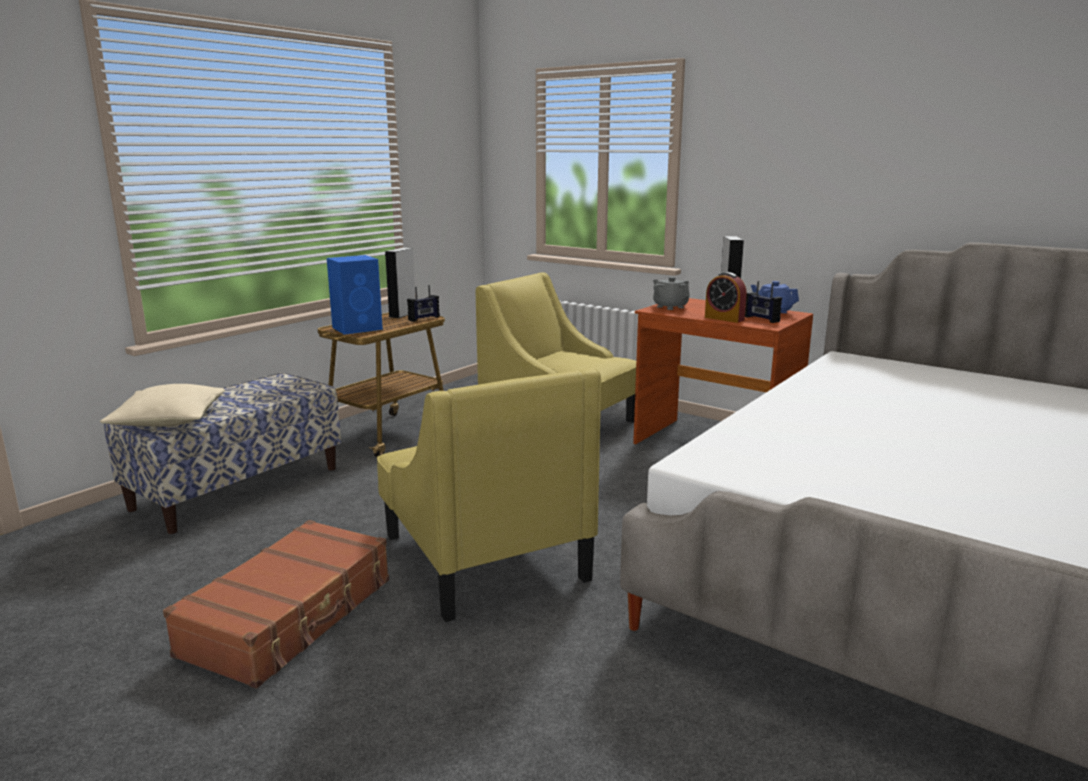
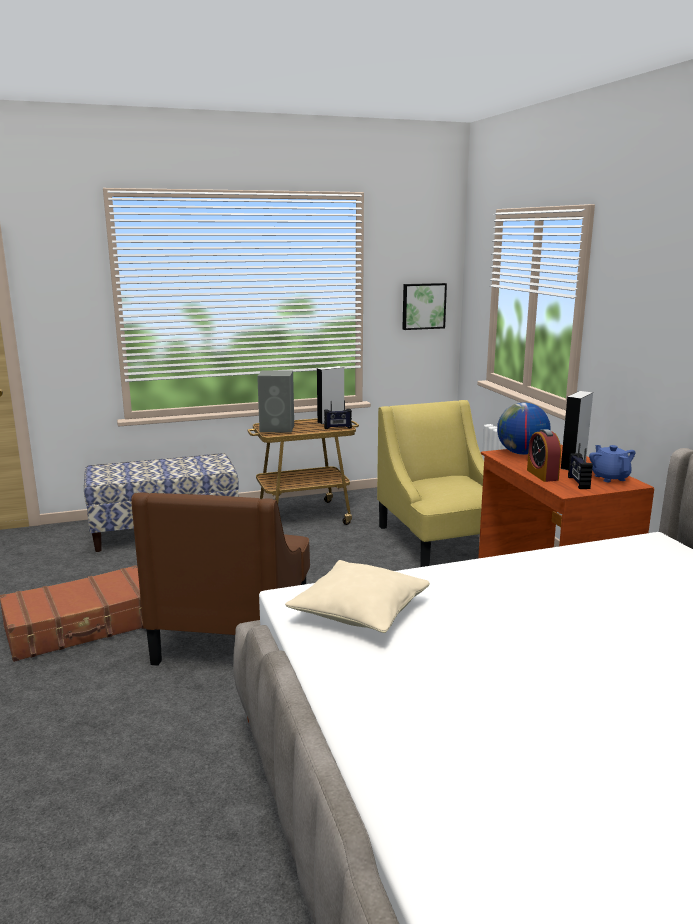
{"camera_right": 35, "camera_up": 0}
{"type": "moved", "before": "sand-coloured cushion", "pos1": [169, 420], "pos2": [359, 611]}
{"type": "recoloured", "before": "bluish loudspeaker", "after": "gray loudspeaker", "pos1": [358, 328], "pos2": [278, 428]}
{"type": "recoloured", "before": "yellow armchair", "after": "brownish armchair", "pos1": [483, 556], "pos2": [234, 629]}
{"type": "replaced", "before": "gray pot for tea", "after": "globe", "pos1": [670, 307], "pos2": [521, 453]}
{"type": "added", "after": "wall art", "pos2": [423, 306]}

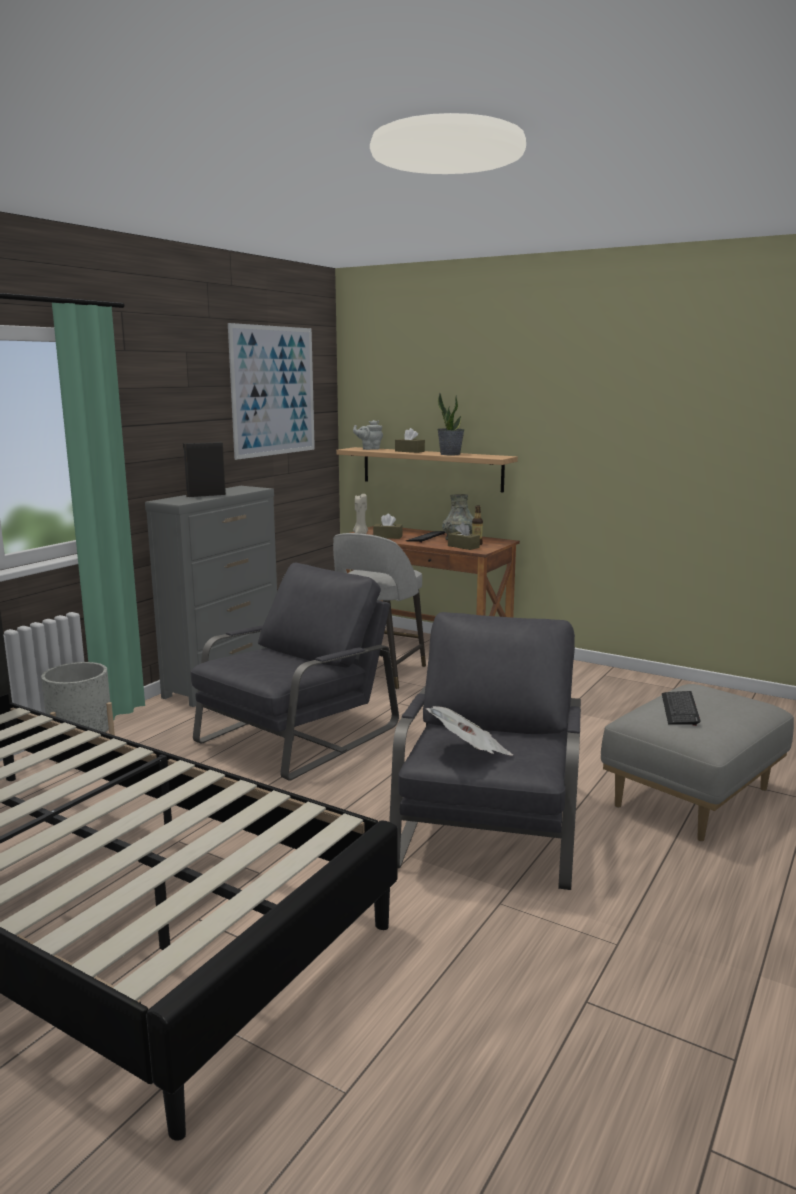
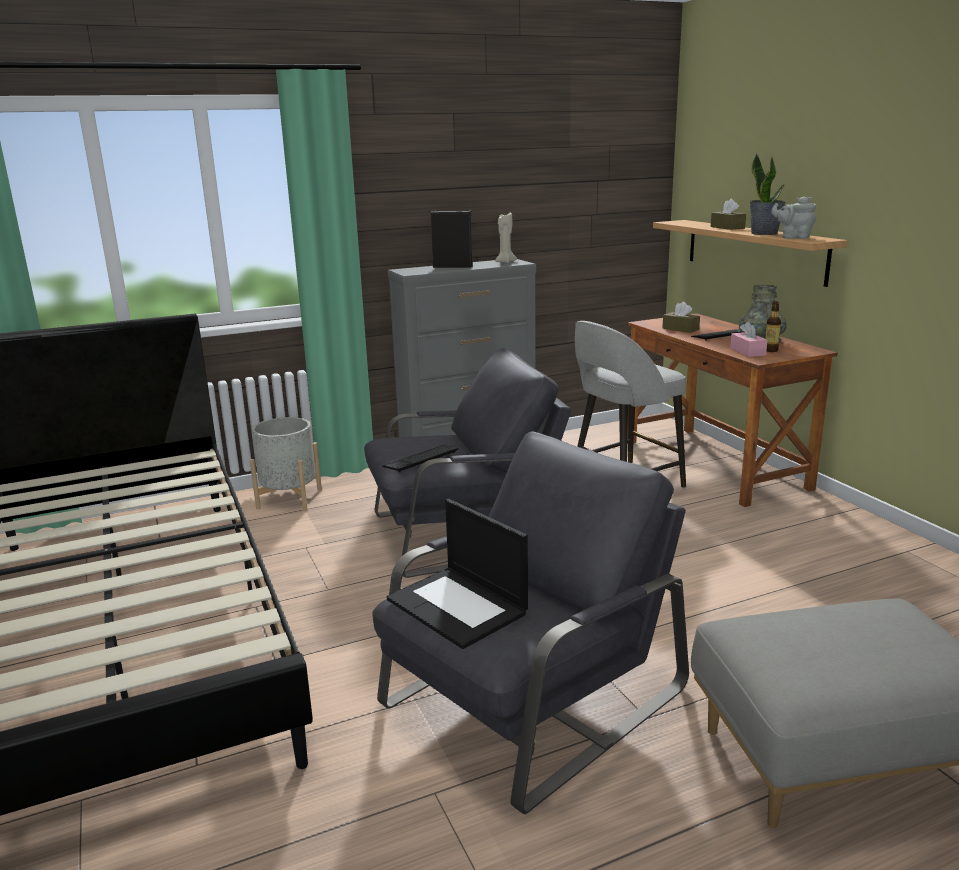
{"camera_right": 35, "camera_up": 5}
{"type": "removed", "before": "wall art", "pos1": [273, 391]}
{"type": "moved", "before": "gray pot for tea", "pos1": [369, 449], "pos2": [793, 237]}
{"type": "moved", "before": "sand-coloured wax light", "pos1": [360, 533], "pos2": [505, 262]}
{"type": "replaced", "before": "printed paper", "after": "notebook computer", "pos1": [469, 752], "pos2": [458, 606]}
{"type": "recoloured", "before": "brownish tissue holder", "after": "pinkish tissue holder", "pos1": [463, 546], "pos2": [747, 352]}
{"type": "moved", "before": "PC keyboard", "pos1": [680, 709], "pos2": [421, 459]}

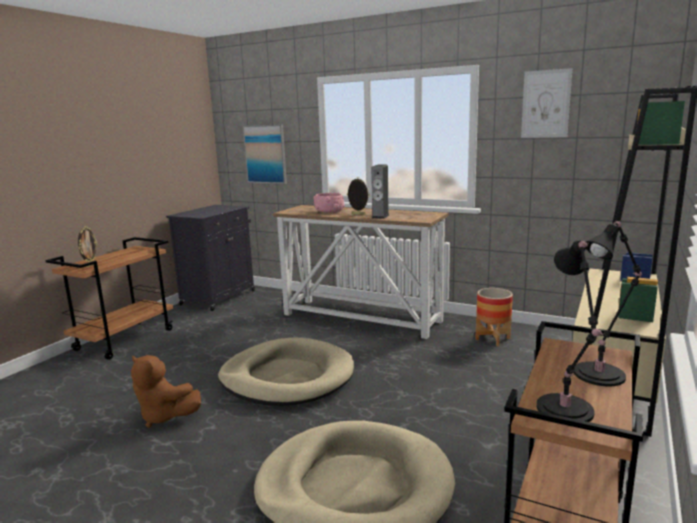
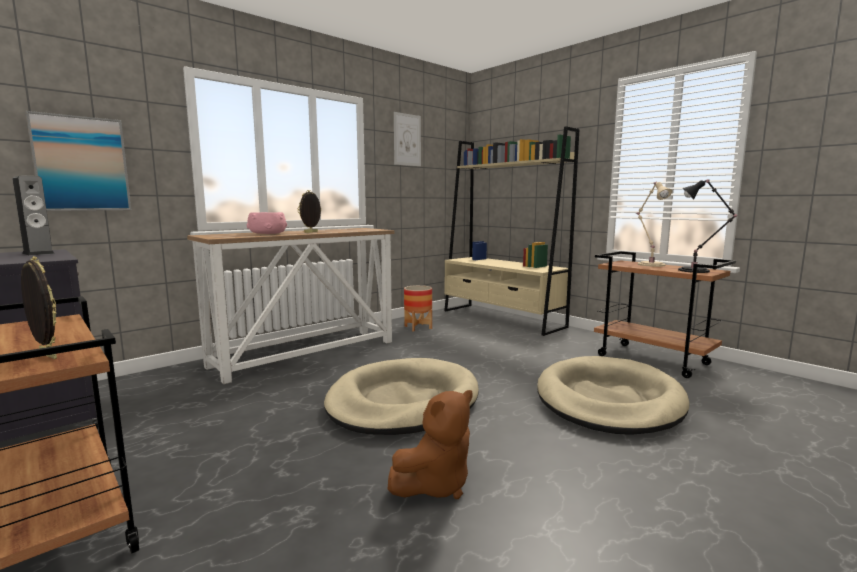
{"camera_right": -70, "camera_up": -5}
{"type": "moved", "before": "loudspeaker", "pos1": [380, 216], "pos2": [38, 253]}
{"type": "recoloured", "before": "black-coloured table lamp", "after": "sand-coloured table lamp", "pos1": [602, 373], "pos2": [650, 264]}

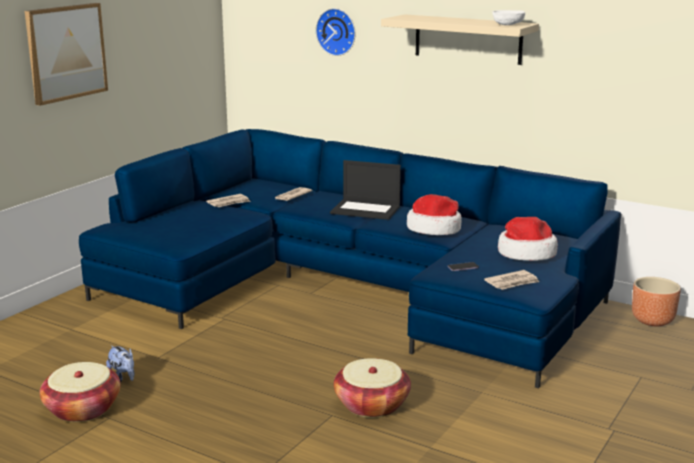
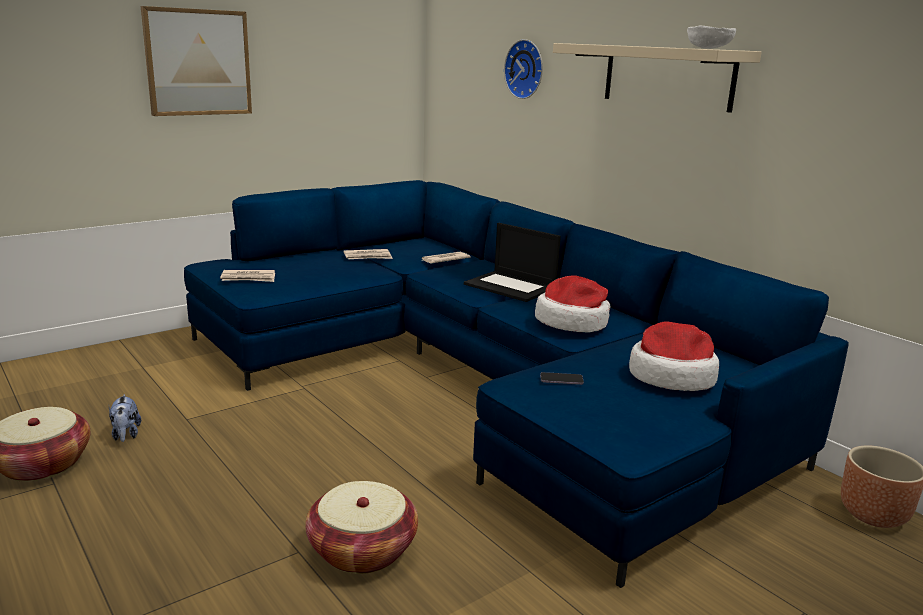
{"camera_right": 20, "camera_up": 0}
{"type": "moved", "before": "printed paper", "pos1": [512, 282], "pos2": [249, 278]}

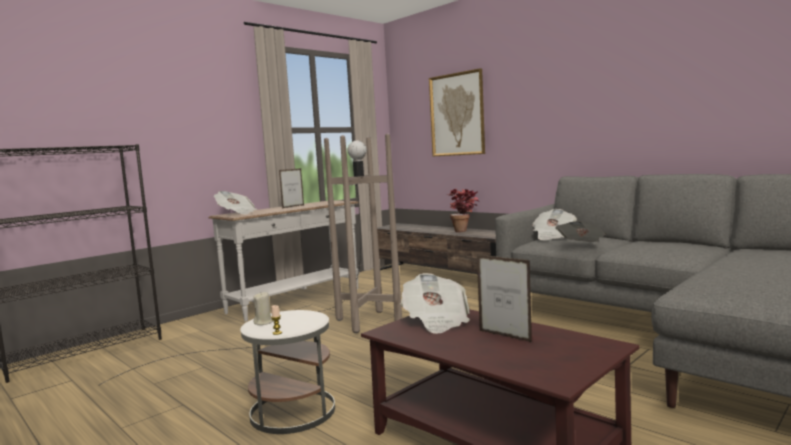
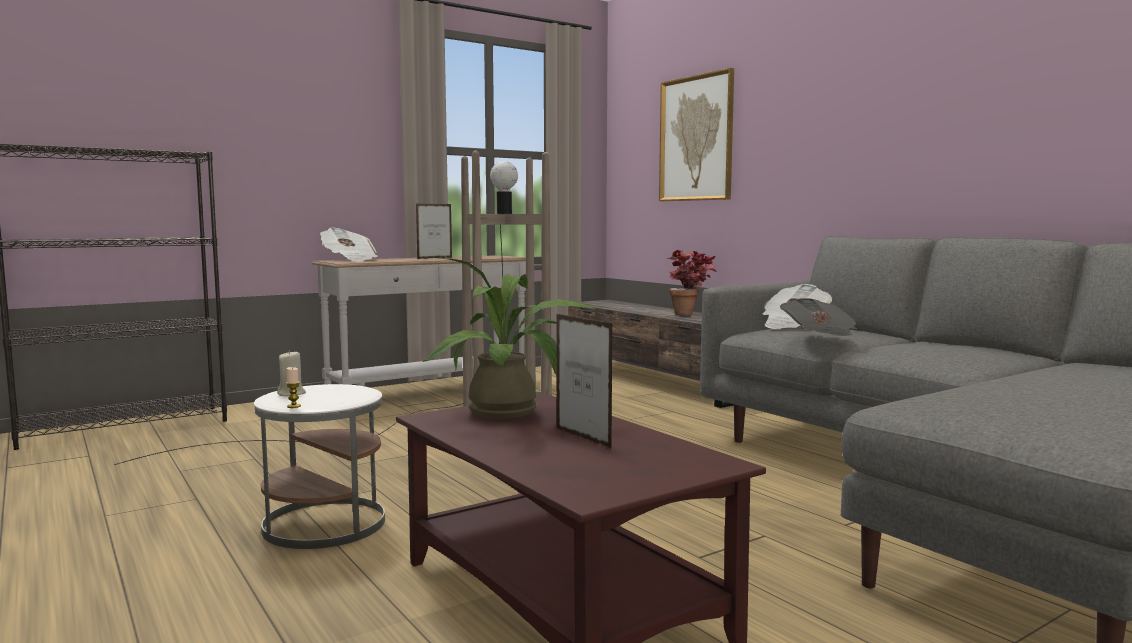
{"camera_right": 10, "camera_up": 0}
{"type": "replaced", "before": "printed paper", "after": "plant in a pot", "pos1": [436, 321], "pos2": [511, 412]}

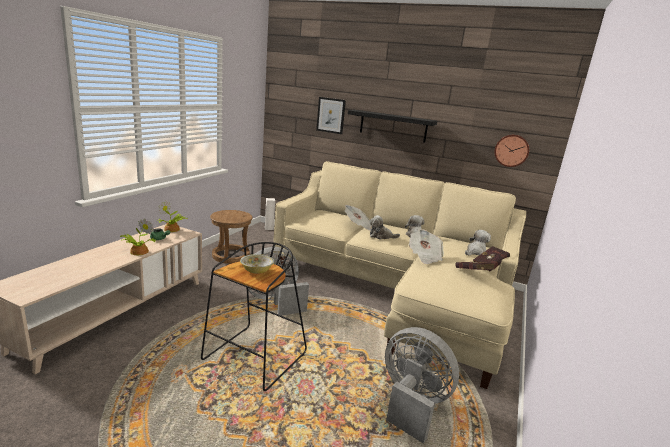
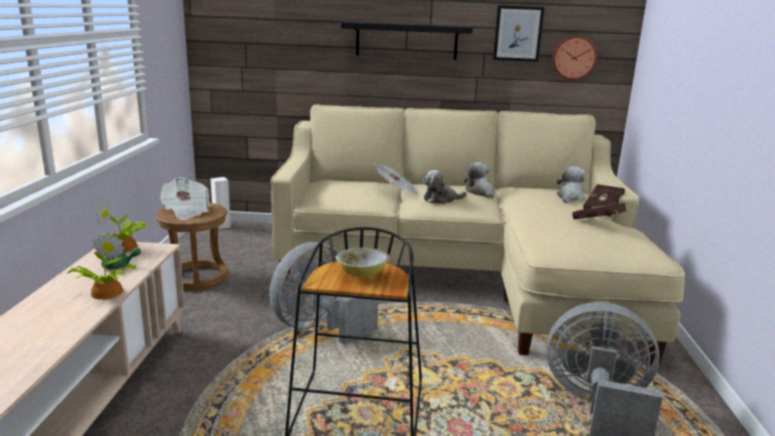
{"camera_right": -20, "camera_up": 0}
{"type": "moved", "before": "wall art", "pos1": [331, 115], "pos2": [518, 33]}
{"type": "moved", "before": "printed paper", "pos1": [424, 256], "pos2": [186, 211]}

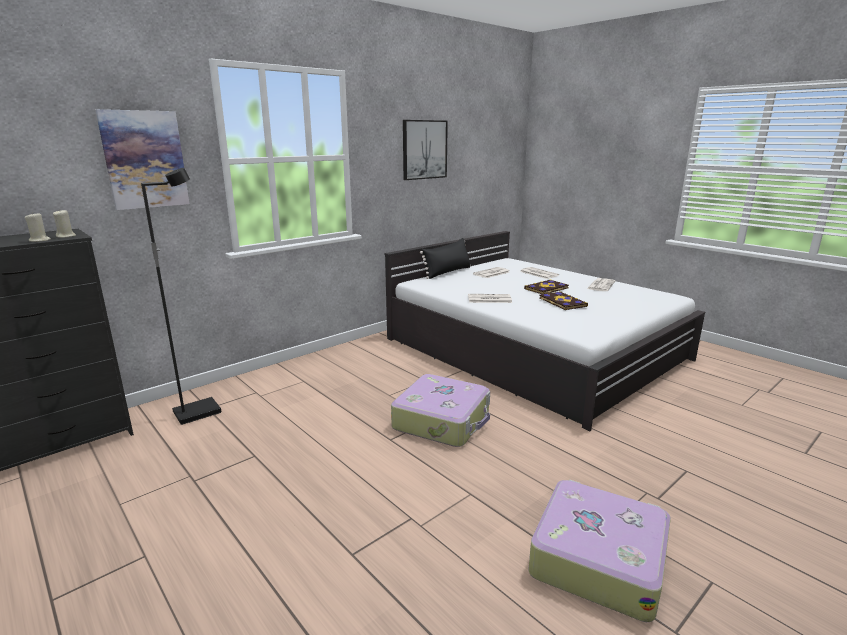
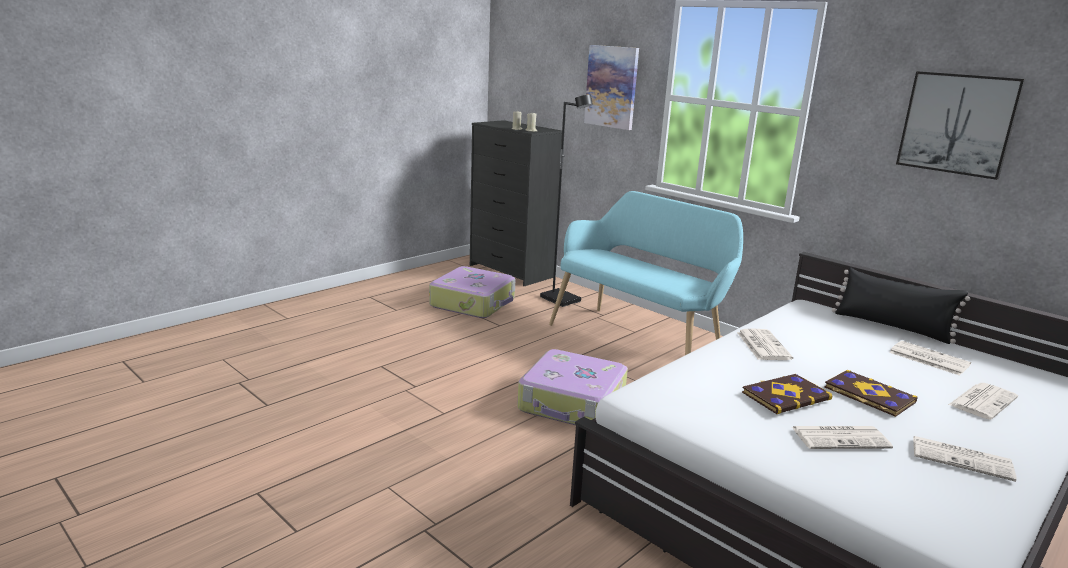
{"camera_right": 85, "camera_up": 0}
{"type": "moved", "before": "travel case", "pos1": [597, 558], "pos2": [474, 303]}
{"type": "added", "after": "turquoise-coloured long seat", "pos2": [640, 339]}
{"type": "added", "after": "printed paper", "pos2": [841, 438]}

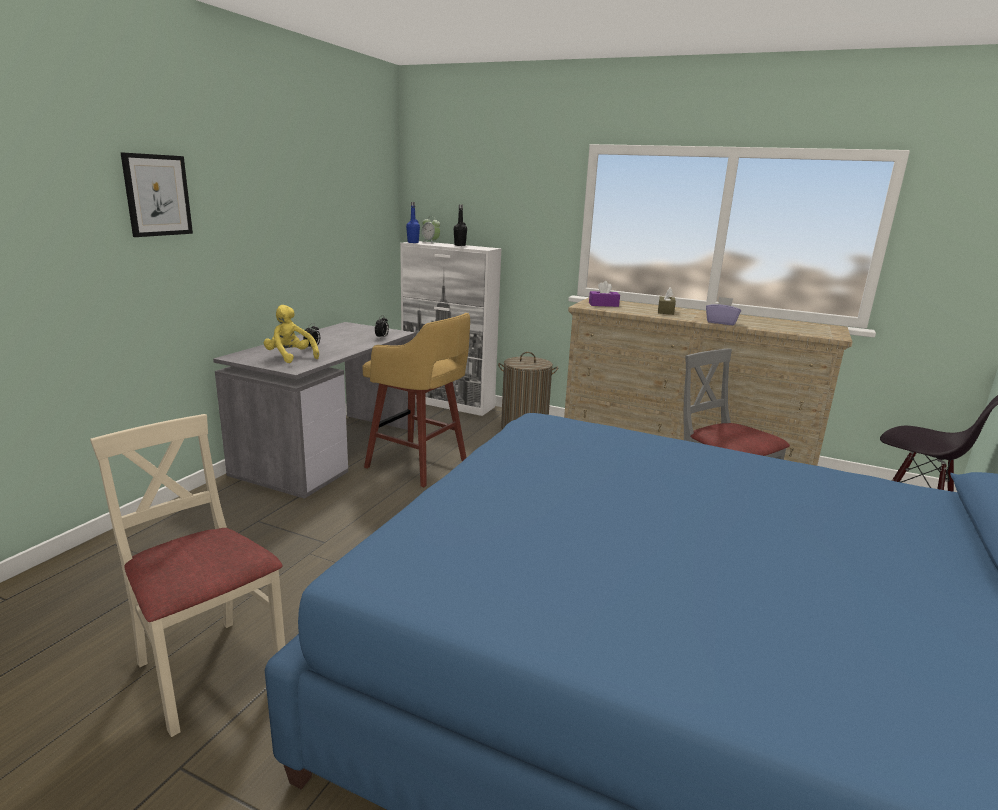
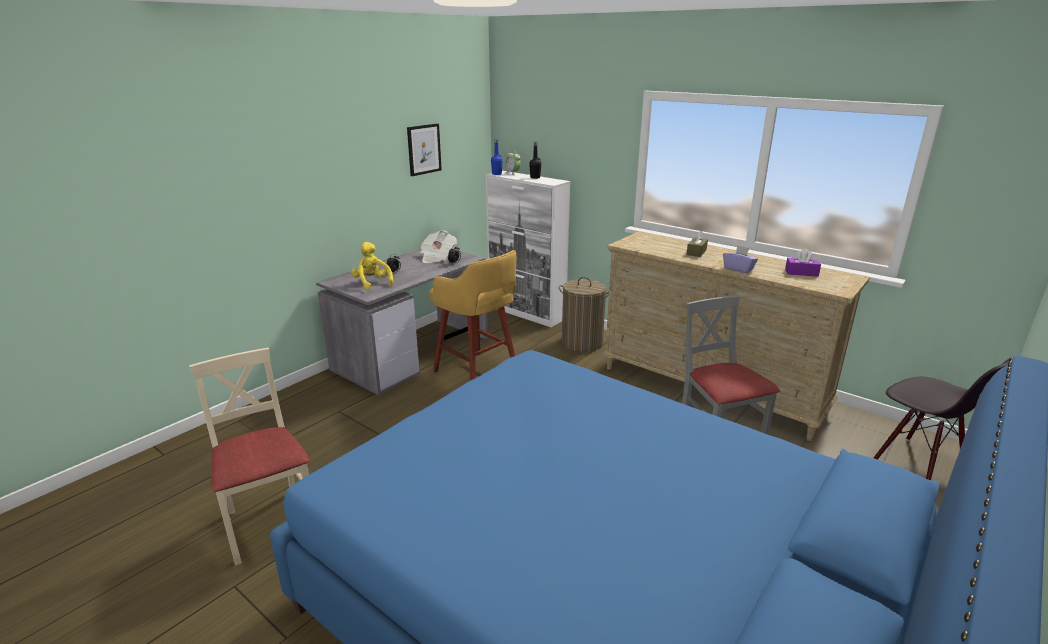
{"camera_right": 15, "camera_up": 5}
{"type": "moved", "before": "wall art", "pos1": [157, 195], "pos2": [424, 149]}
{"type": "moved", "before": "purple-coloured tissue holder", "pos1": [603, 305], "pos2": [801, 273]}
{"type": "added", "after": "printed paper", "pos2": [437, 257]}

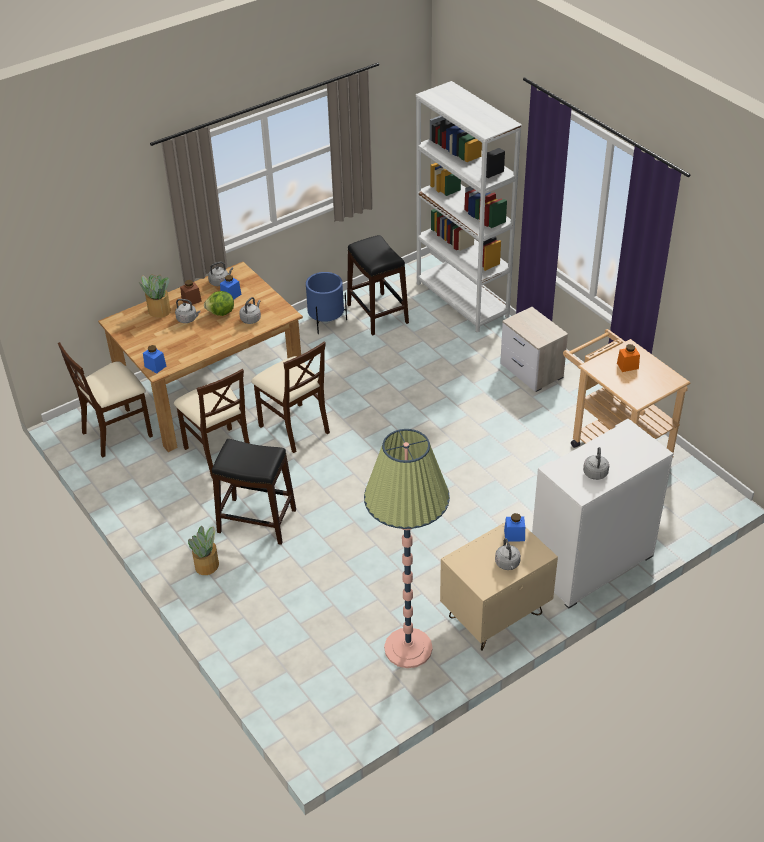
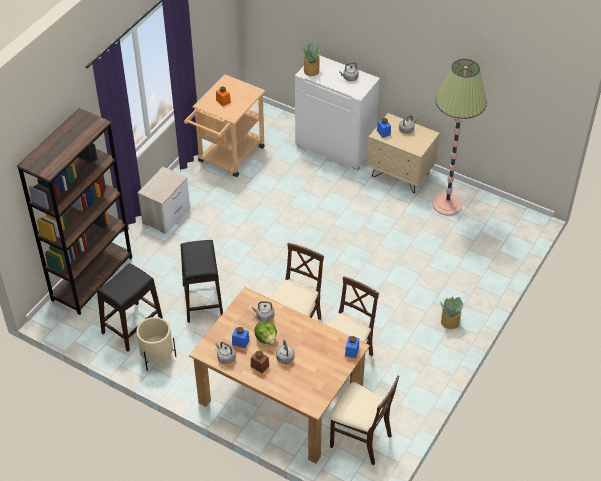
{"camera_right": -115, "camera_up": 5}
{"type": "moved", "before": "plant in a pot", "pos1": [159, 310], "pos2": [311, 71]}
{"type": "moved", "before": "black-coloured stool", "pos1": [256, 520], "pos2": [202, 301]}
{"type": "recoloured", "before": "bluish planter", "after": "sand-coloured planter", "pos1": [326, 322], "pos2": [157, 357]}
{"type": "recoloured", "before": "whitish bookcase", "after": "brownish bookcase", "pos1": [462, 300], "pos2": [92, 278]}

